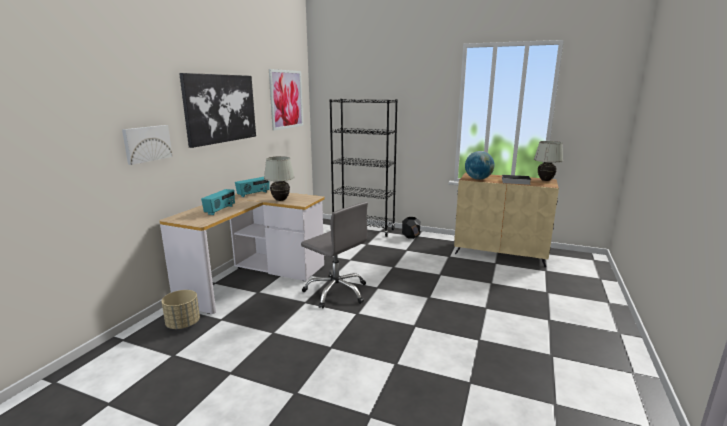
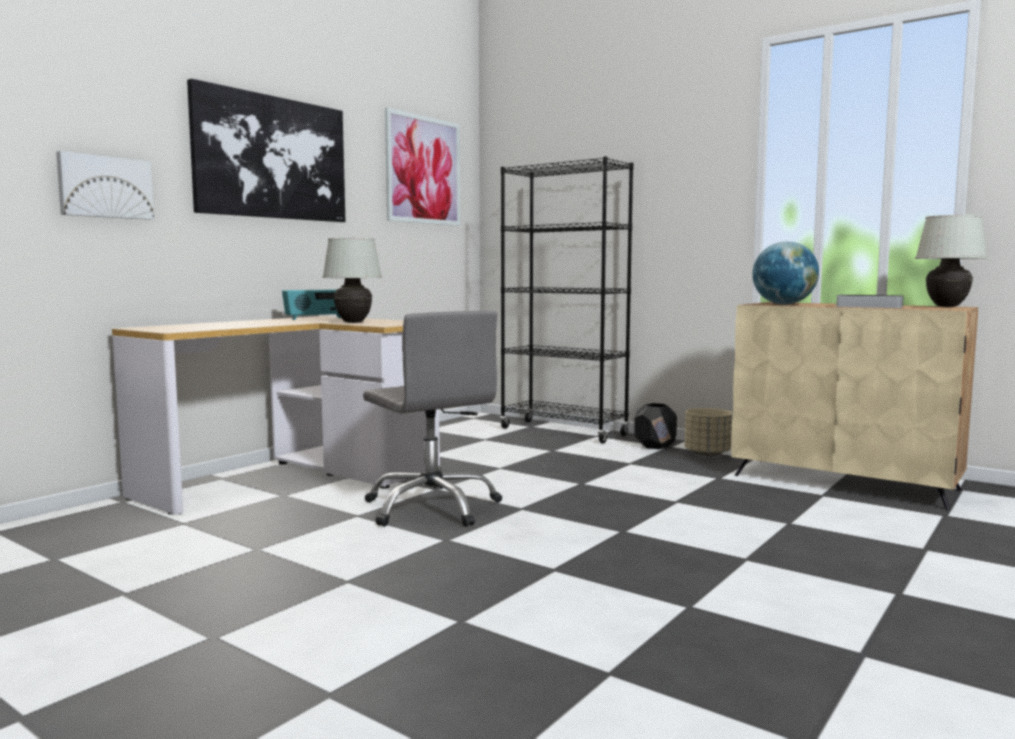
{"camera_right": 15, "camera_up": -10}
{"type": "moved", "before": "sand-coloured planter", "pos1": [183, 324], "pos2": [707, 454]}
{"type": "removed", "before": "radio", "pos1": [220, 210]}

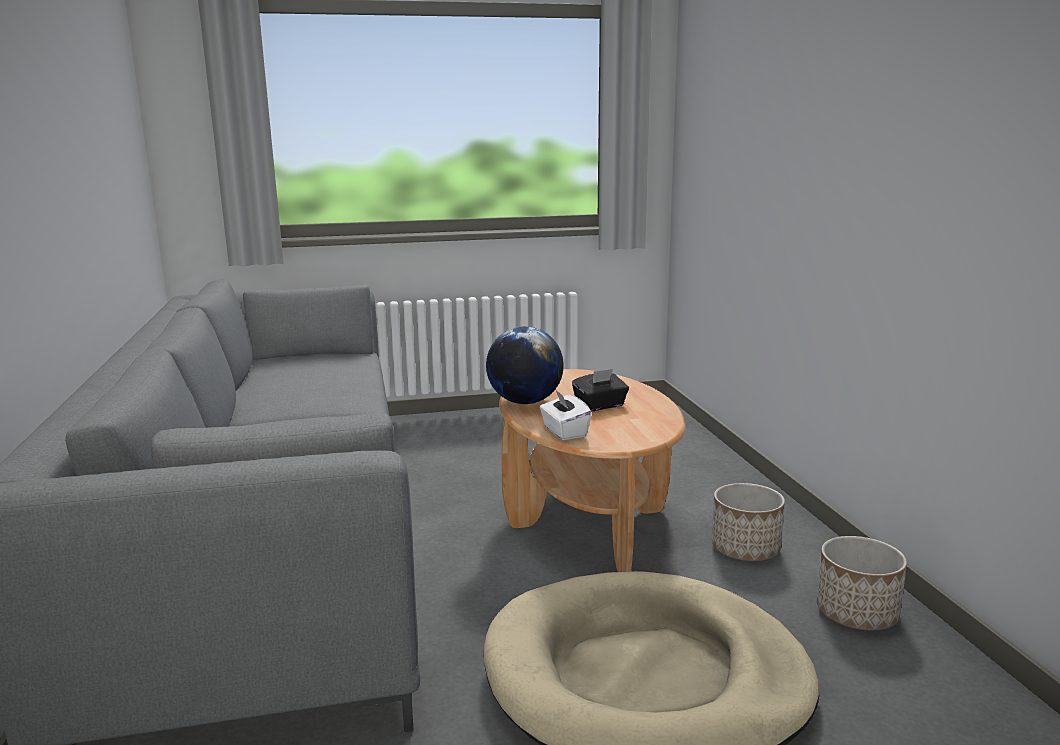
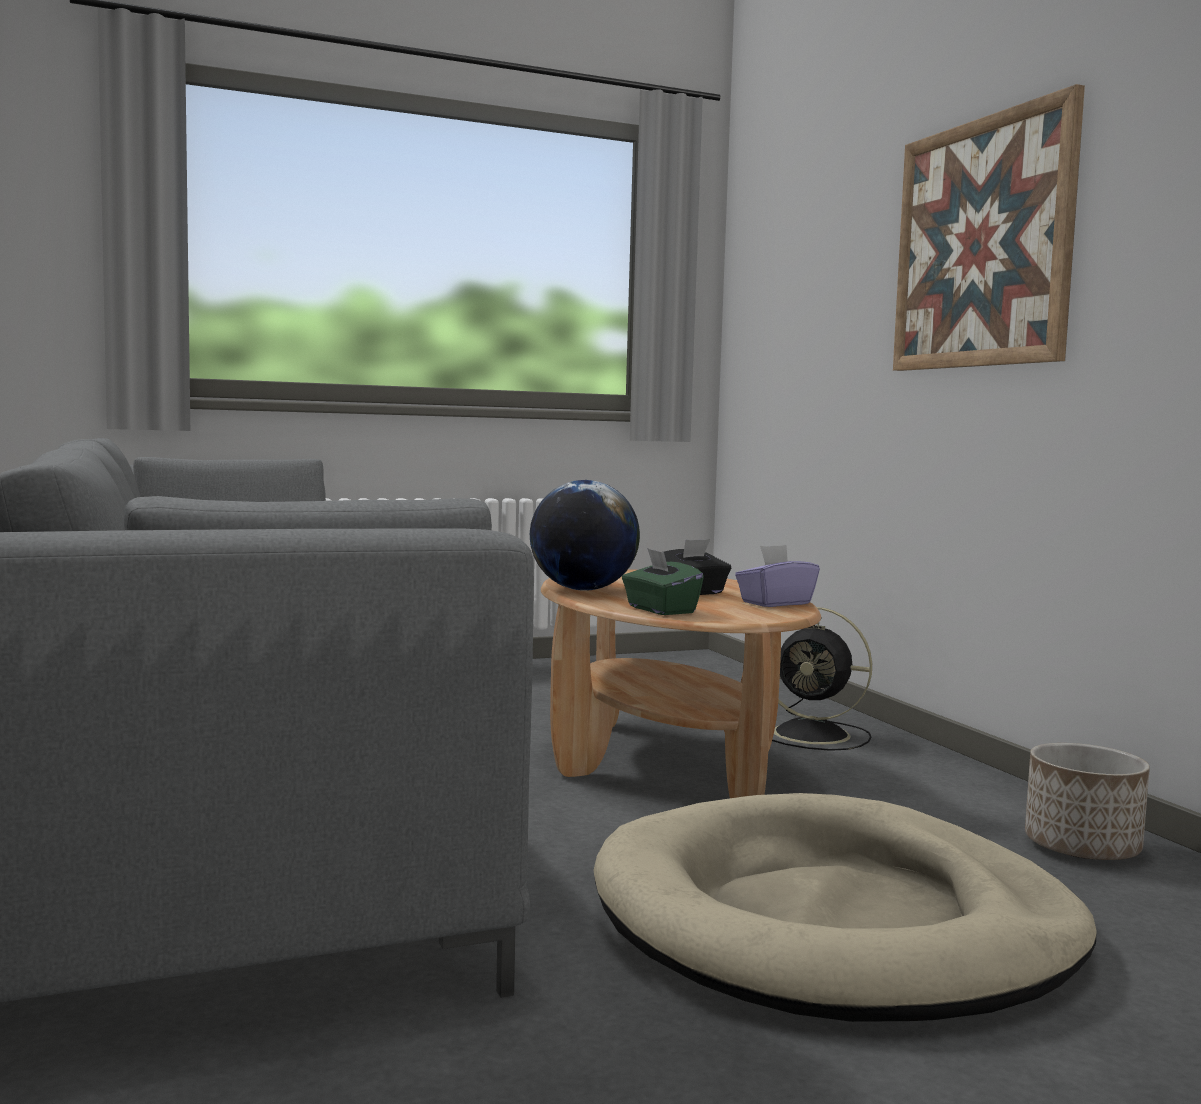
{"camera_right": -10, "camera_up": -10}
{"type": "recoloured", "before": "whitish tissue holder", "after": "green tissue holder", "pos1": [564, 432], "pos2": [660, 610]}
{"type": "removed", "before": "planter", "pos1": [746, 549]}
{"type": "added", "after": "purple-coloured tissue holder", "pos2": [775, 603]}
{"type": "added", "after": "black-coloured cooling fan", "pos2": [815, 735]}
{"type": "added", "after": "wall art", "pos2": [982, 244]}

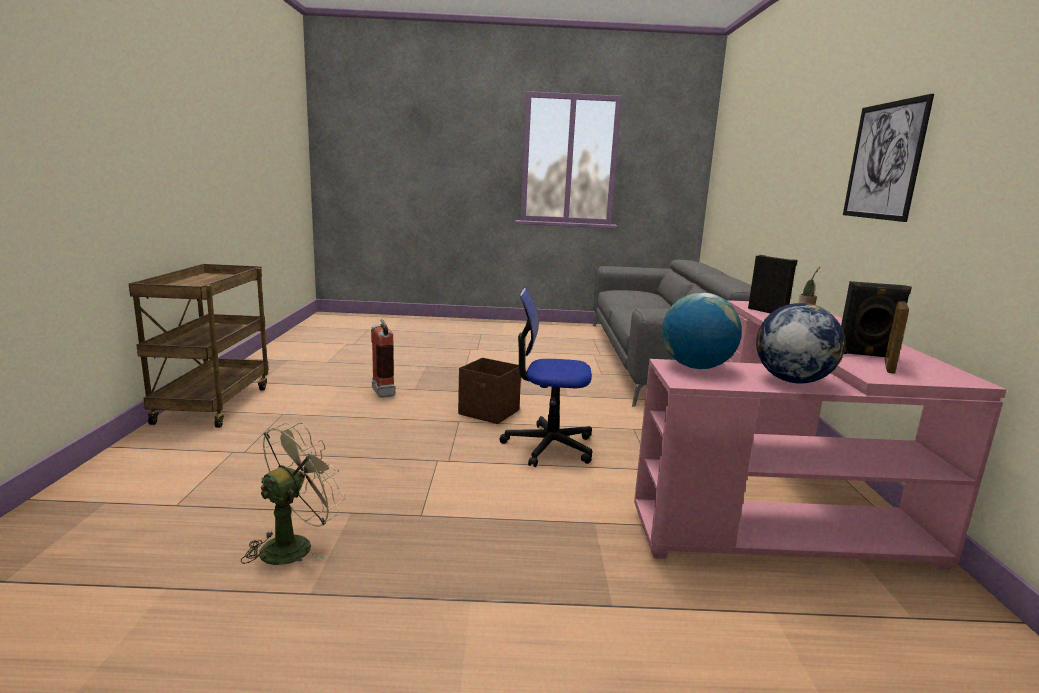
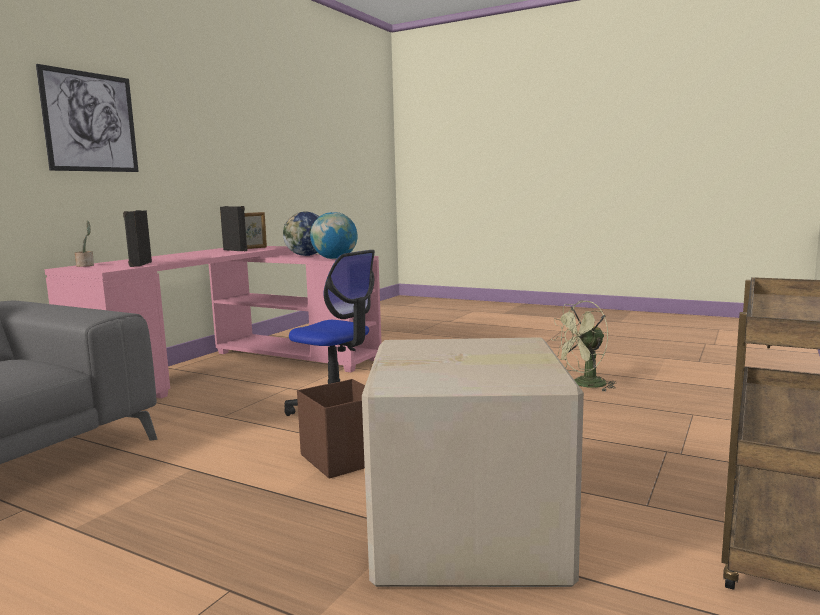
{"camera_right": -150, "camera_up": -5}
{"type": "recoloured", "before": "sand-coloured cooling fan", "after": "green cooling fan", "pos1": [295, 545], "pos2": [584, 385]}
{"type": "replaced", "before": "extinguisher", "after": "carton", "pos1": [381, 390], "pos2": [471, 535]}

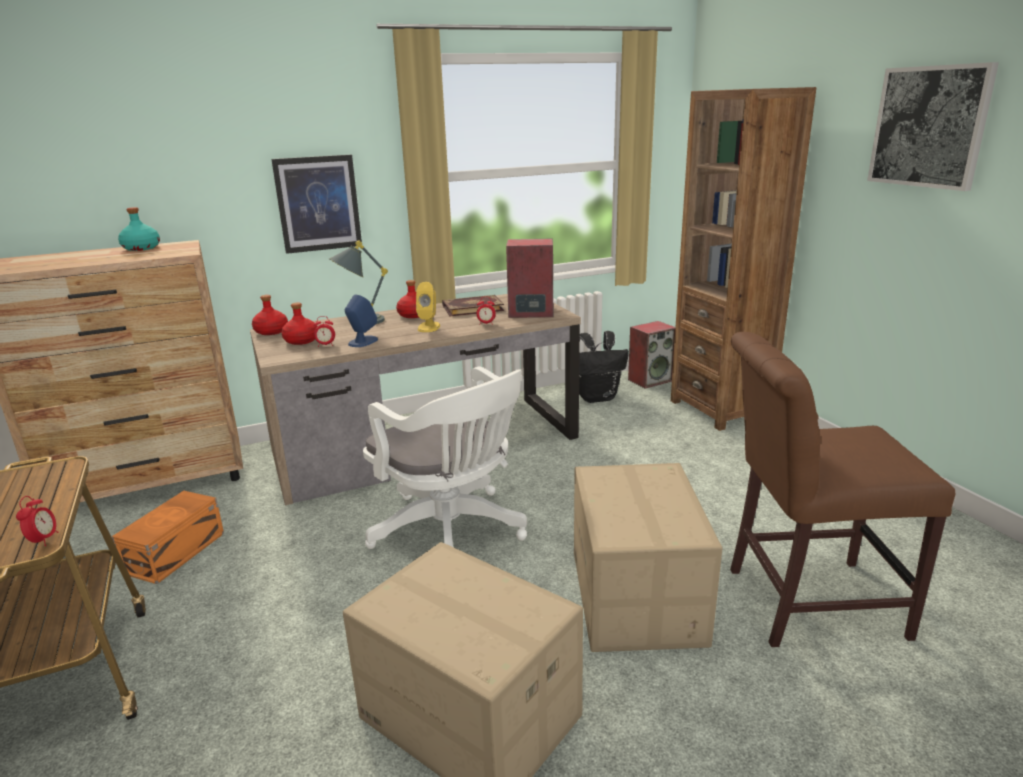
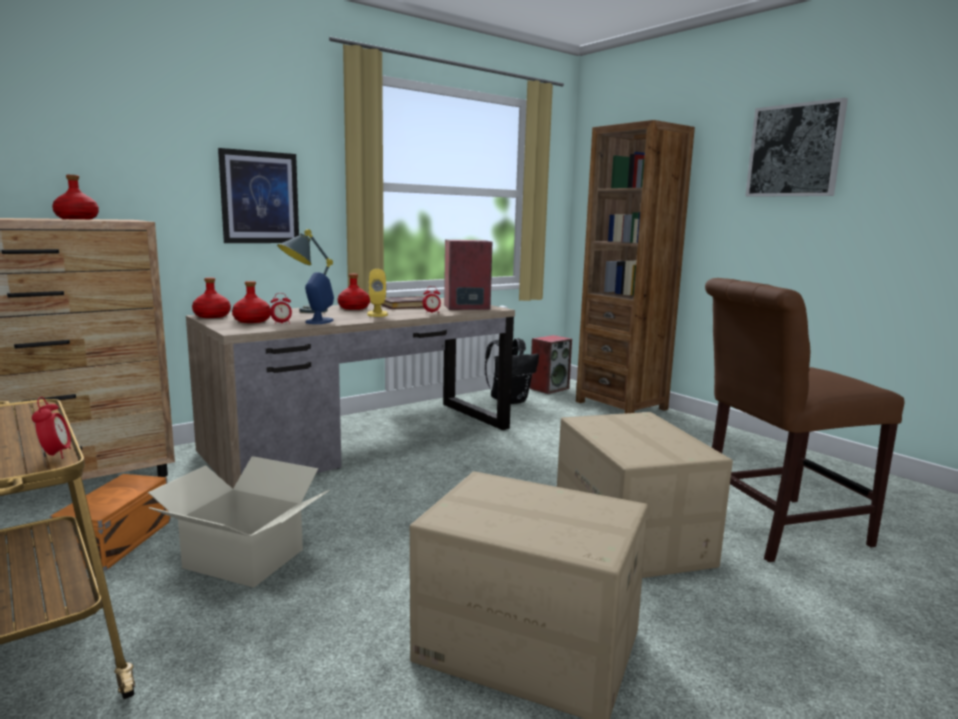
{"camera_right": -15, "camera_up": -10}
{"type": "recoloured", "before": "turquoise-coloured beverage bottle", "after": "reddish beverage bottle", "pos1": [141, 248], "pos2": [76, 219]}
{"type": "removed", "before": "whitish computer chair", "pos1": [453, 533]}
{"type": "added", "after": "carton", "pos2": [244, 558]}

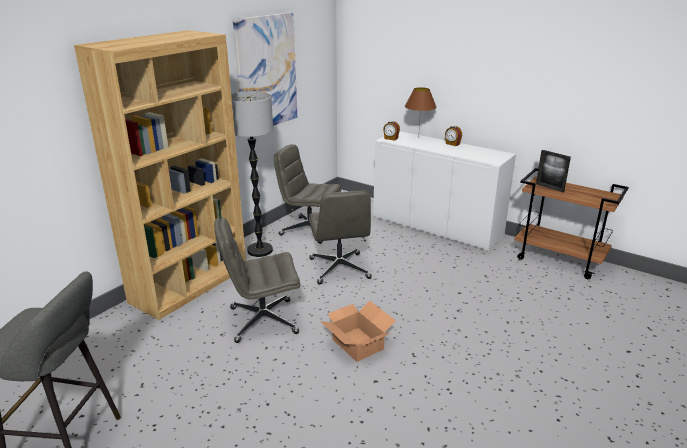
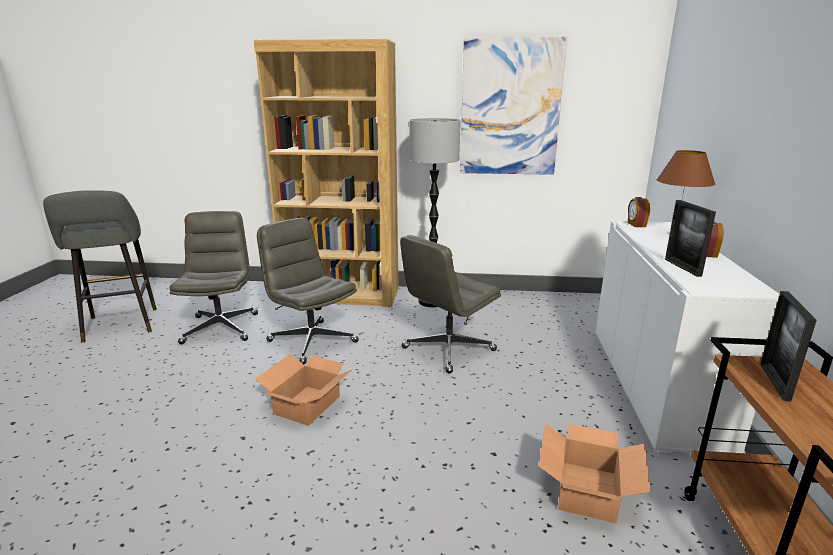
{"camera_right": 60, "camera_up": -5}
{"type": "moved", "before": "gray computer chair", "pos1": [309, 230], "pos2": [221, 328]}
{"type": "added", "after": "carton", "pos2": [586, 491]}
{"type": "added", "after": "picture frame", "pos2": [682, 267]}

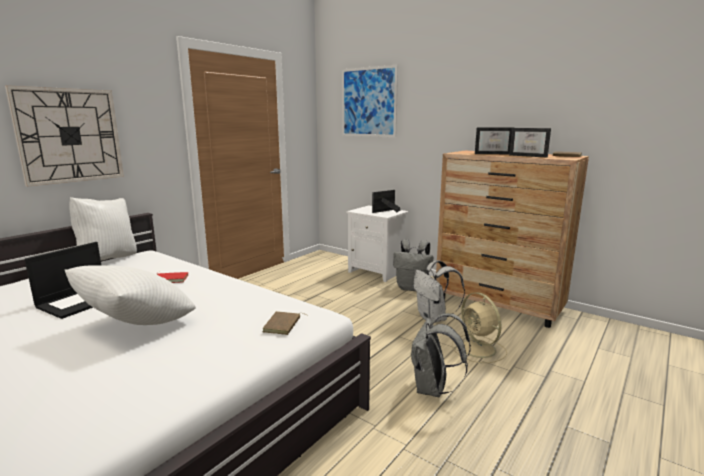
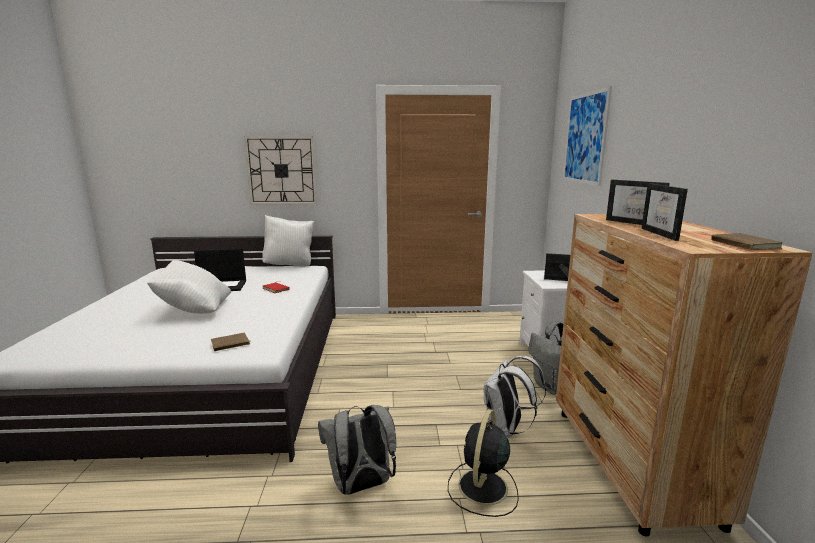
{"camera_right": 50, "camera_up": 0}
{"type": "recoloured", "before": "sand-coloured cooling fan", "after": "black-coloured cooling fan", "pos1": [479, 349], "pos2": [482, 488]}

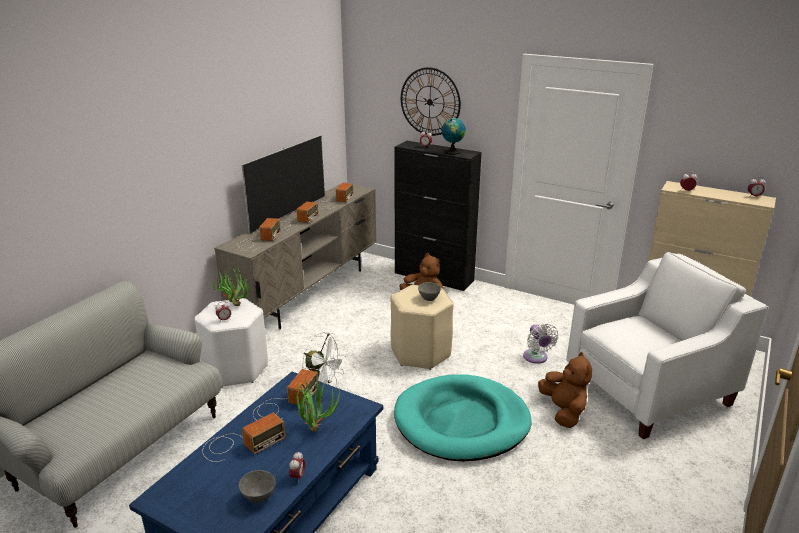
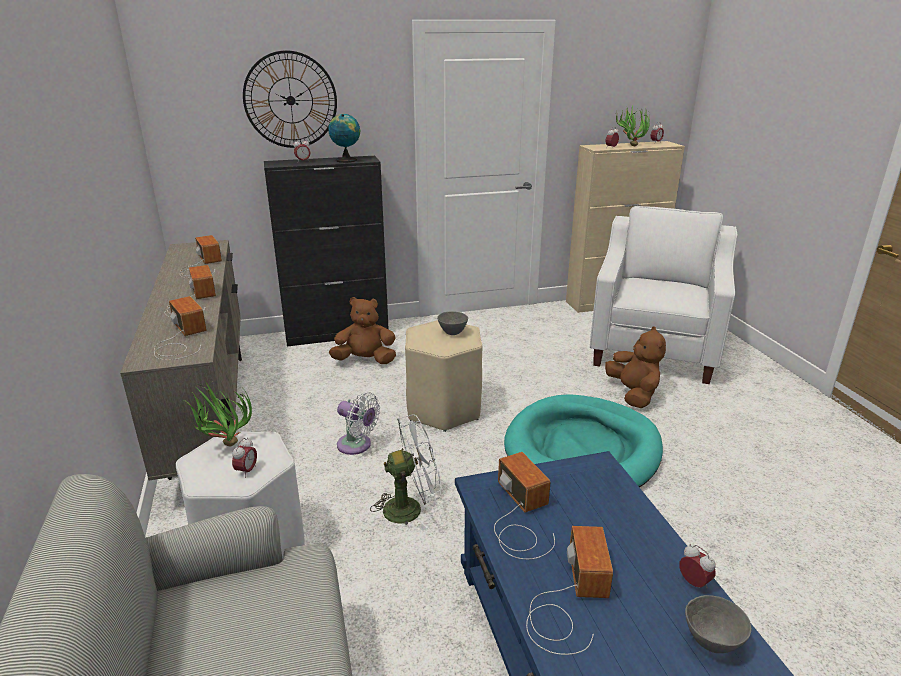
{"camera_right": -45, "camera_up": 0}
{"type": "removed", "before": "TV", "pos1": [288, 214]}
{"type": "moved", "before": "plant in a pot", "pos1": [316, 426], "pos2": [630, 145]}
{"type": "moved", "before": "whitish cooling fan", "pos1": [536, 358], "pos2": [357, 445]}
{"type": "turned", "before": "brownish plush toy", "pos1": [563, 411], "pos2": [633, 394], "turn": 45}

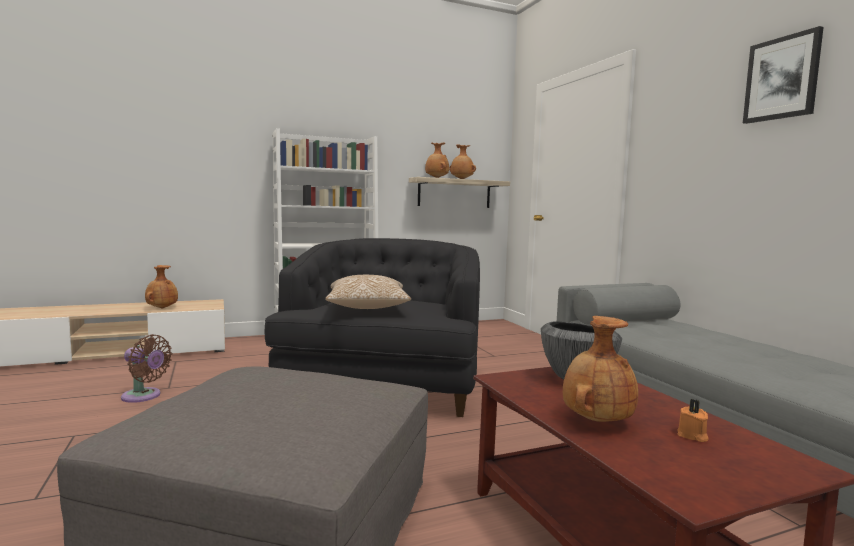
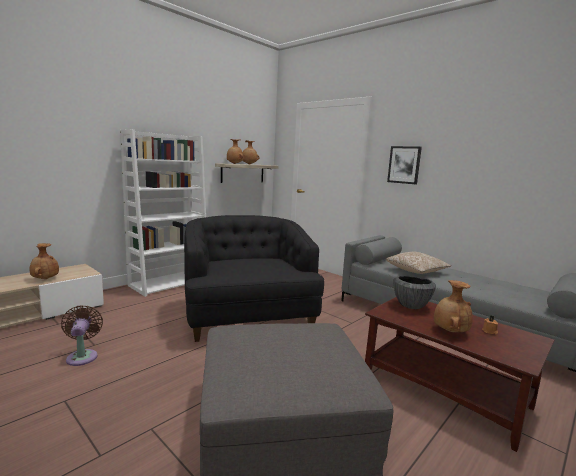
{"camera_right": -25, "camera_up": 5}
{"type": "turned", "before": "brownish cooling fan", "pos1": [144, 396], "pos2": [82, 356], "turn": -105}
{"type": "moved", "before": "cushion", "pos1": [367, 308], "pos2": [416, 271]}
{"type": "moved", "before": "wall art", "pos1": [782, 78], "pos2": [404, 165]}

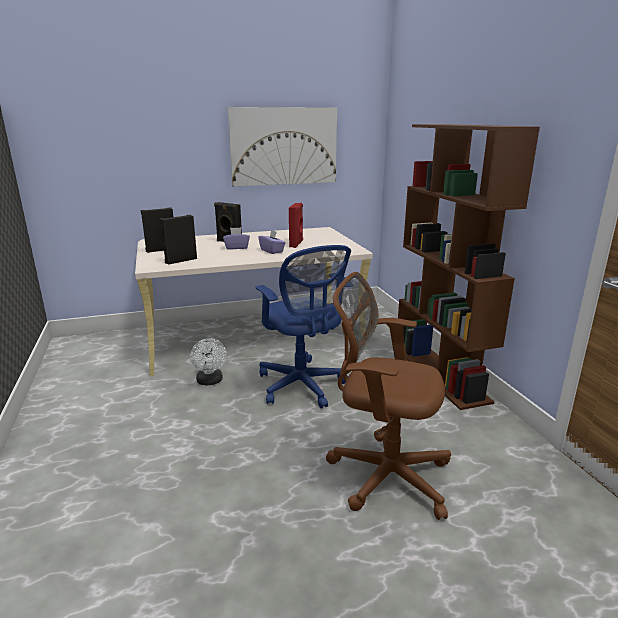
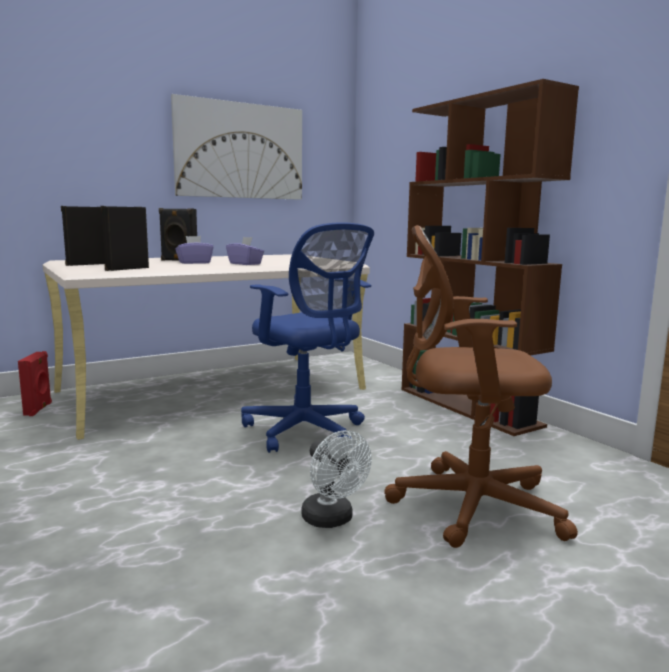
{"camera_right": -15, "camera_up": -10}
{"type": "moved", "before": "whitish cooling fan", "pos1": [210, 381], "pos2": [332, 520]}
{"type": "moved", "before": "reddish loudspeaker", "pos1": [296, 244], "pos2": [39, 409]}

